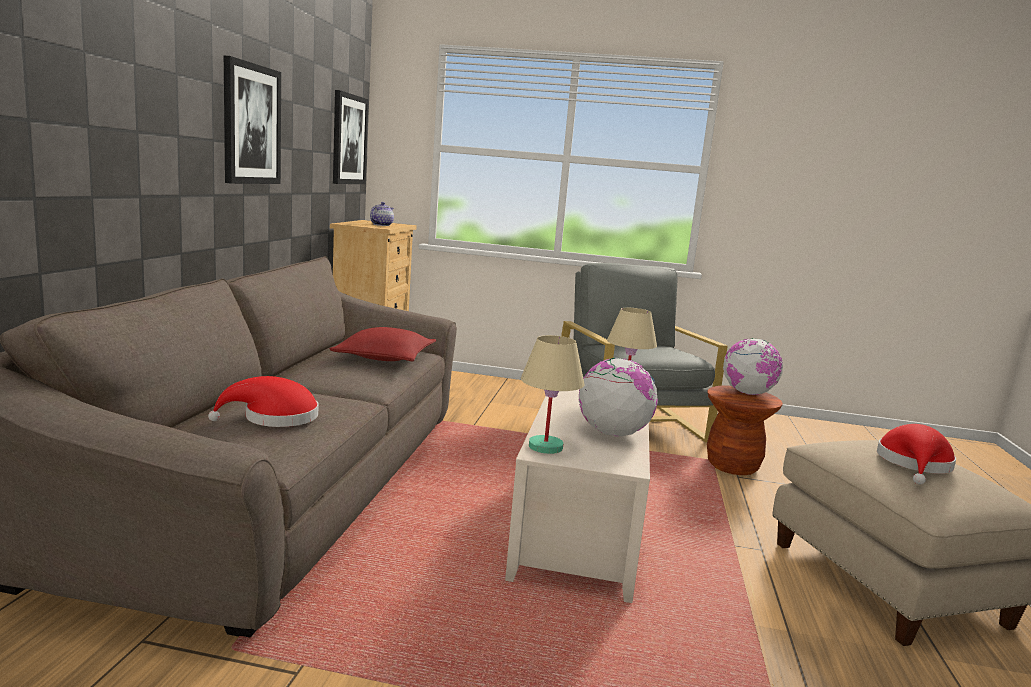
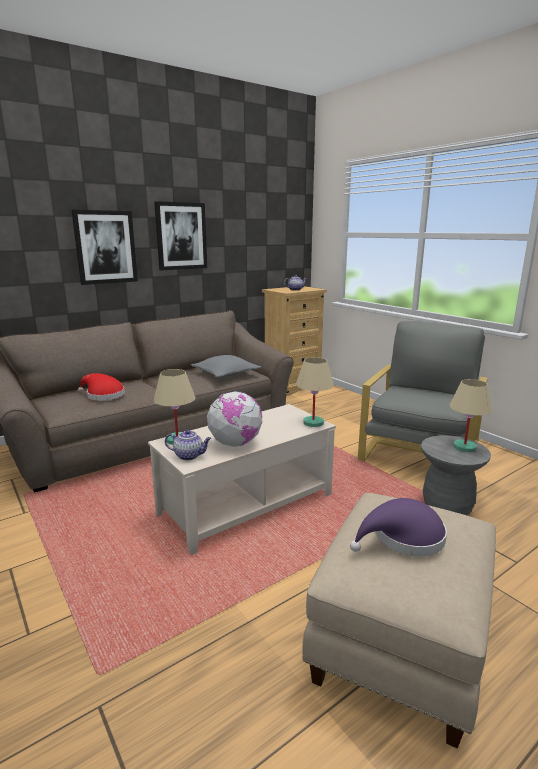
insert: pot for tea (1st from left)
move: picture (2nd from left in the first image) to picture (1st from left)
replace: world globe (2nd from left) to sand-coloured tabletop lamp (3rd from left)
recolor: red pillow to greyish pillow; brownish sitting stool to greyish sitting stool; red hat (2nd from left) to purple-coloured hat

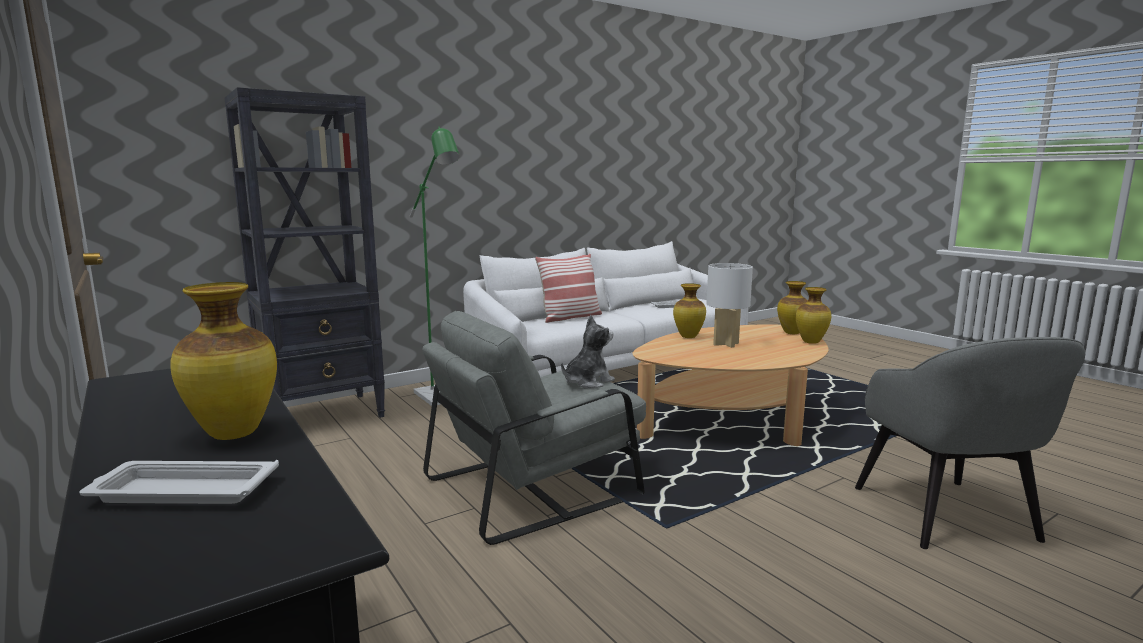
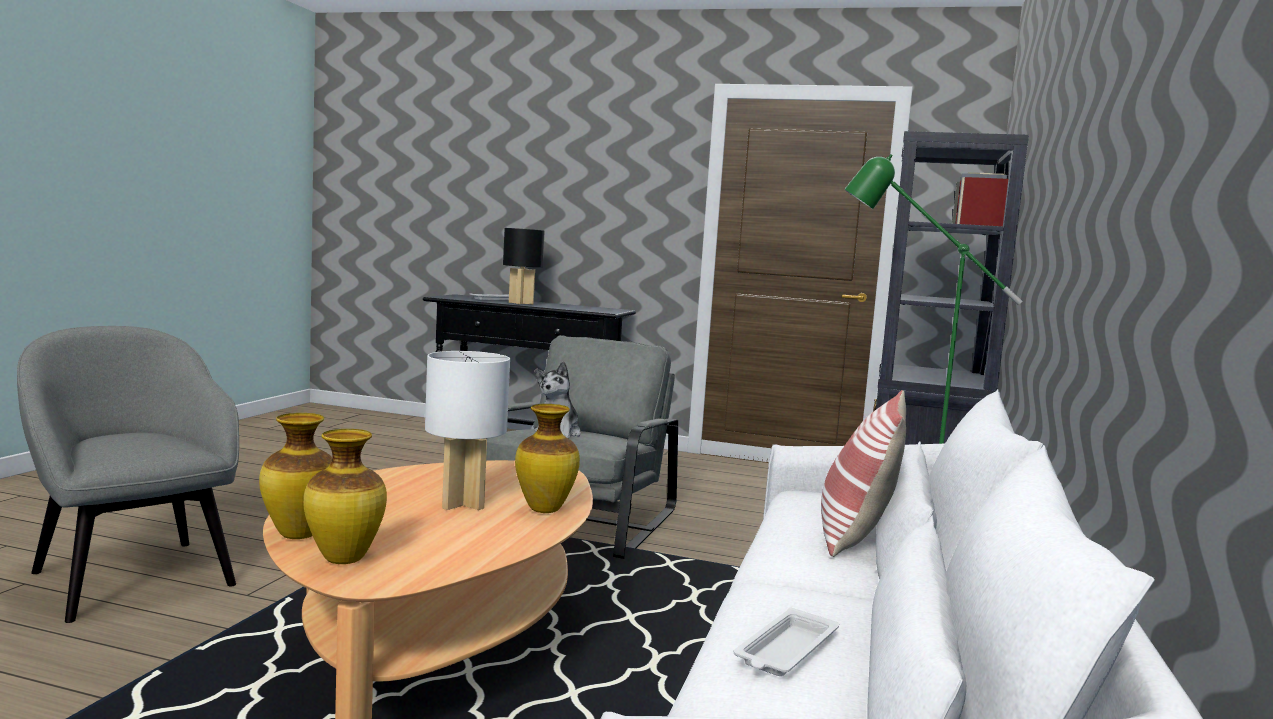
replace: vase (1st from left) to black-coloured tabletop lamp

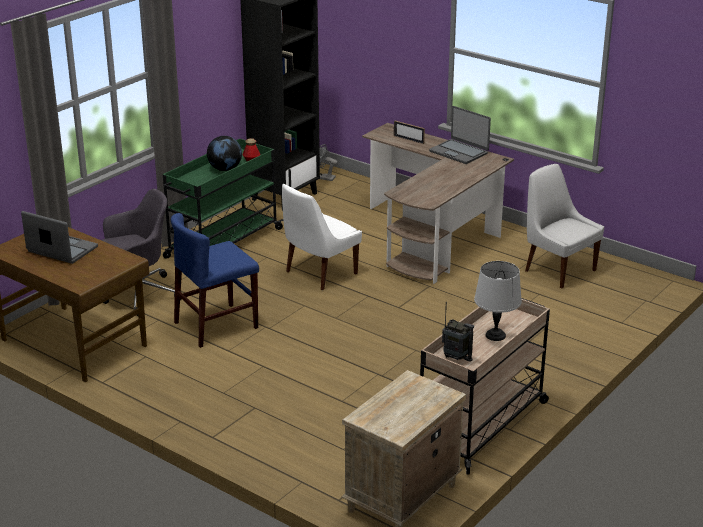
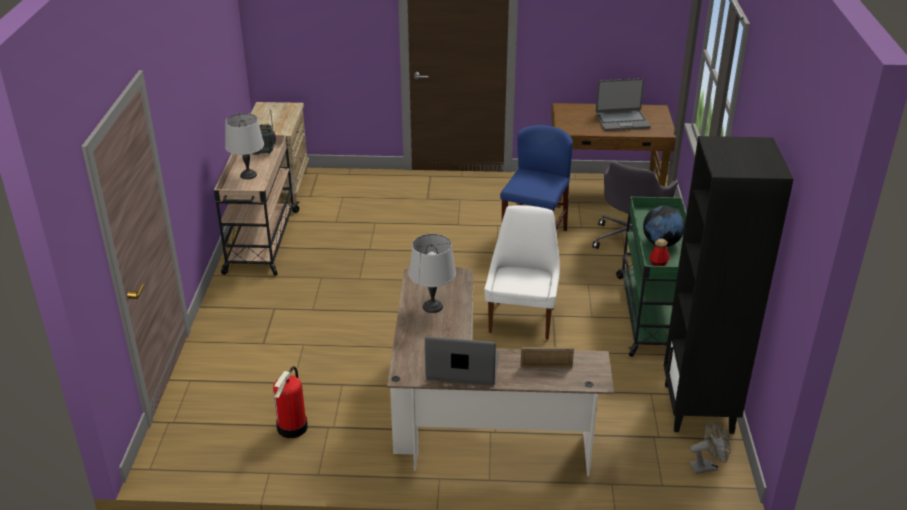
insert: greyish tabletop lamp (2nd from left)
replace: whitish upright chair (2nd from left) to fire extinguisher

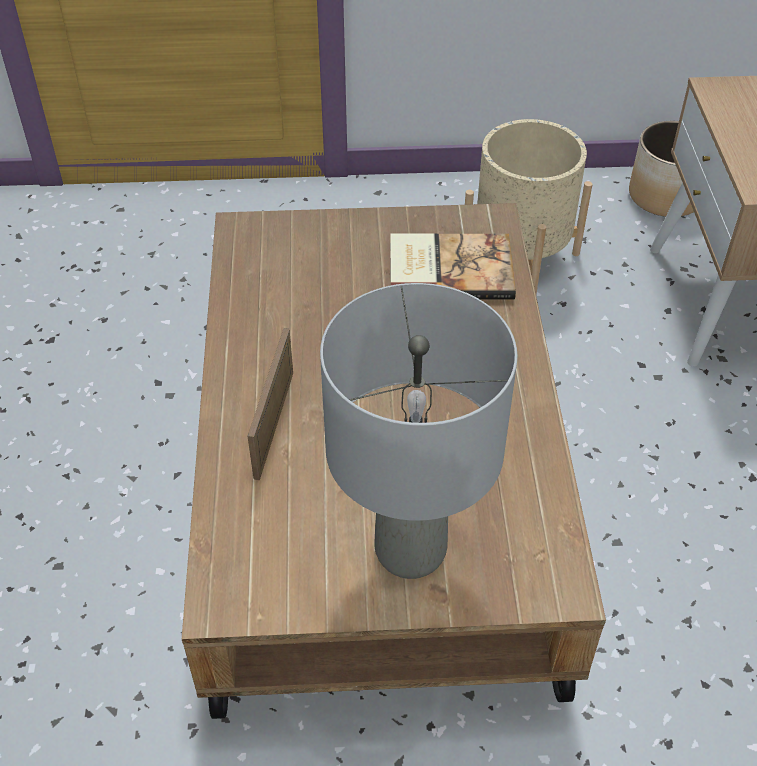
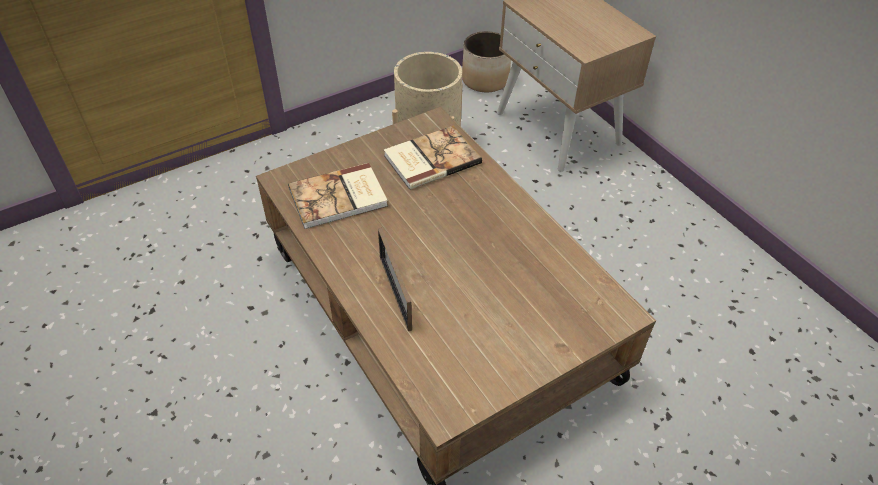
delete: greyish tabletop lamp
insert: bound book (1st from left)

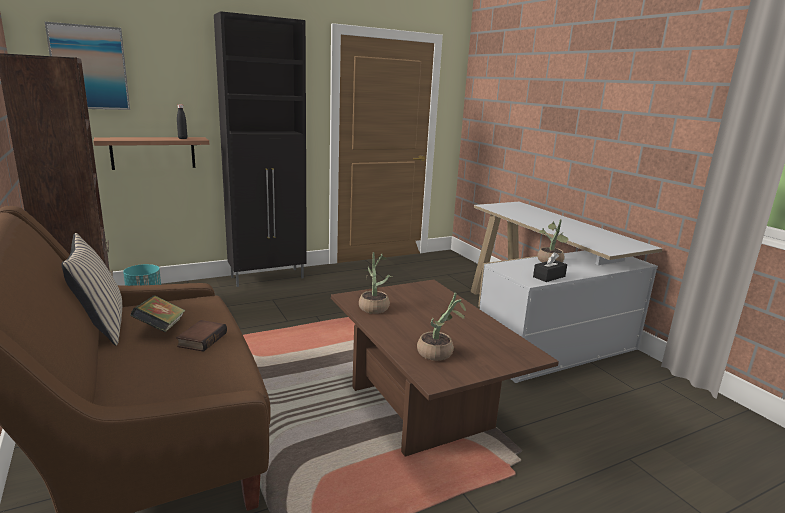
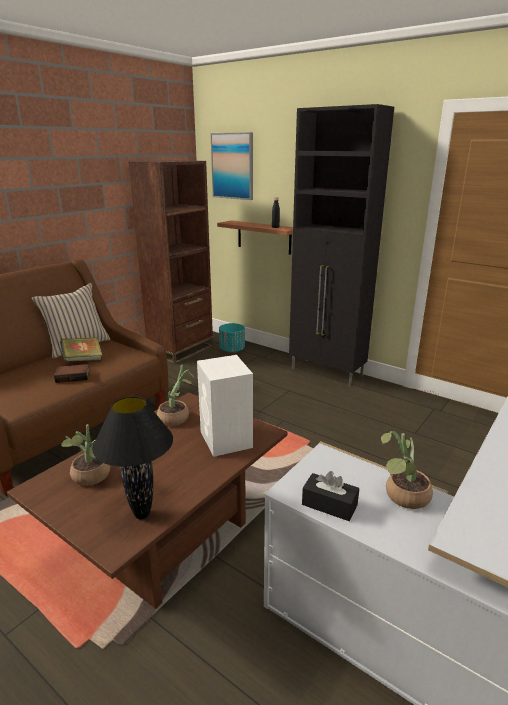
insert: black-coloured tabletop lamp; whitish loudspeaker

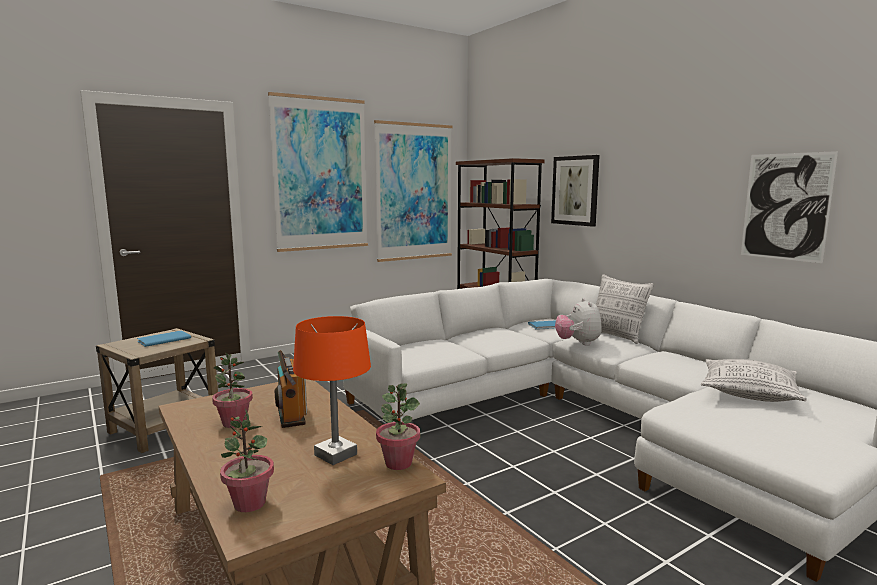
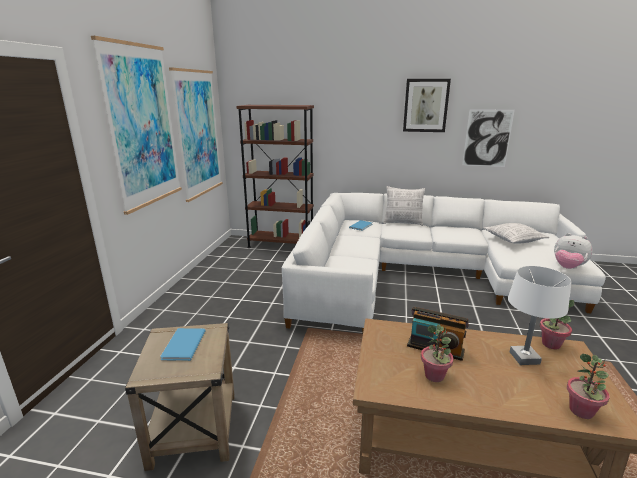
move: picture (3rd from left); cuddly toy
recolor: orange tabletop lamp to whitish tabletop lamp

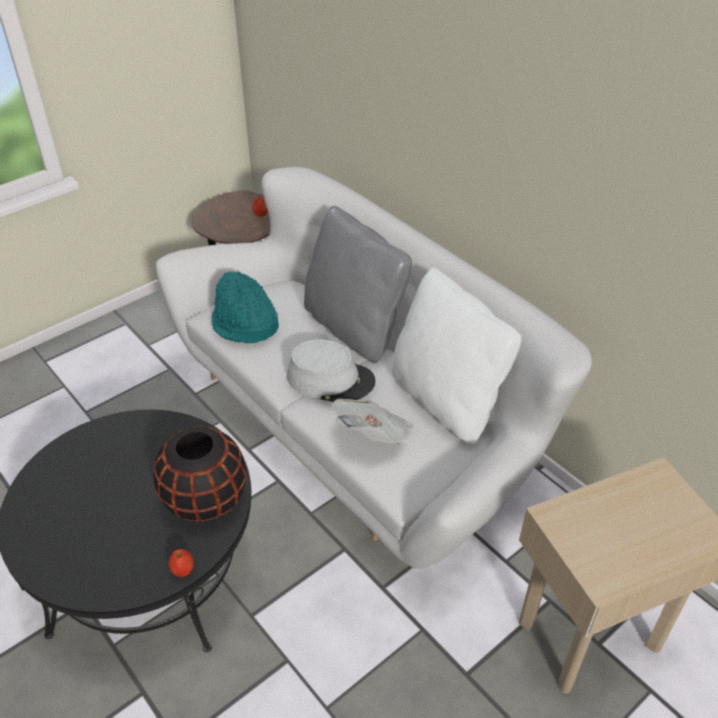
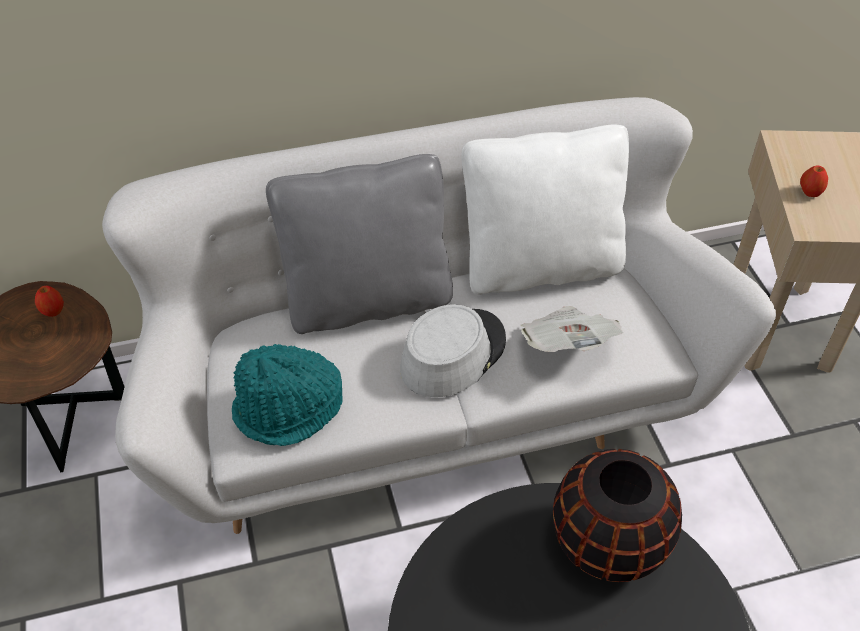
move: whole apple (1st from left in the first image) to whole apple (2nd from left)

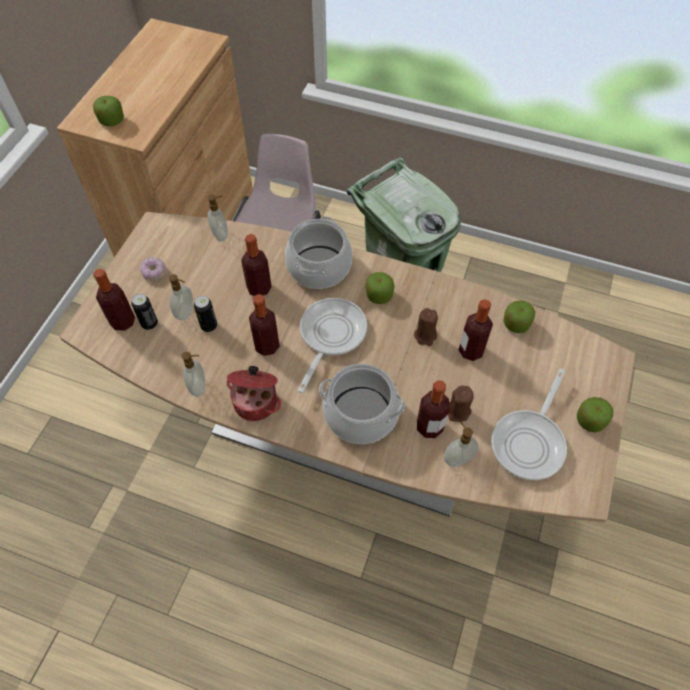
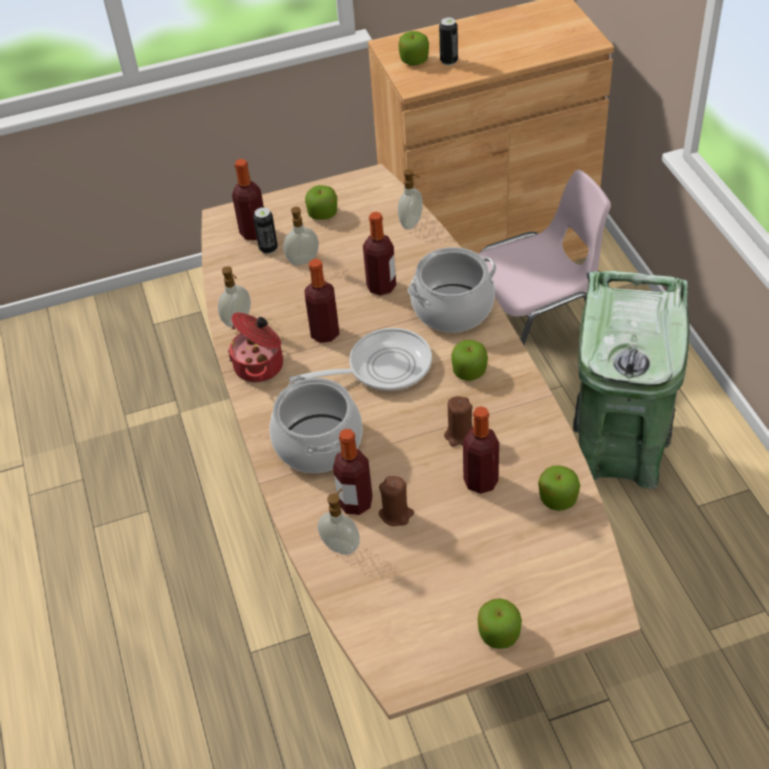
delete: frying pan (2nd from left)
move: can (2nd from left)
replace: doughnut to whole apple (1st from left)

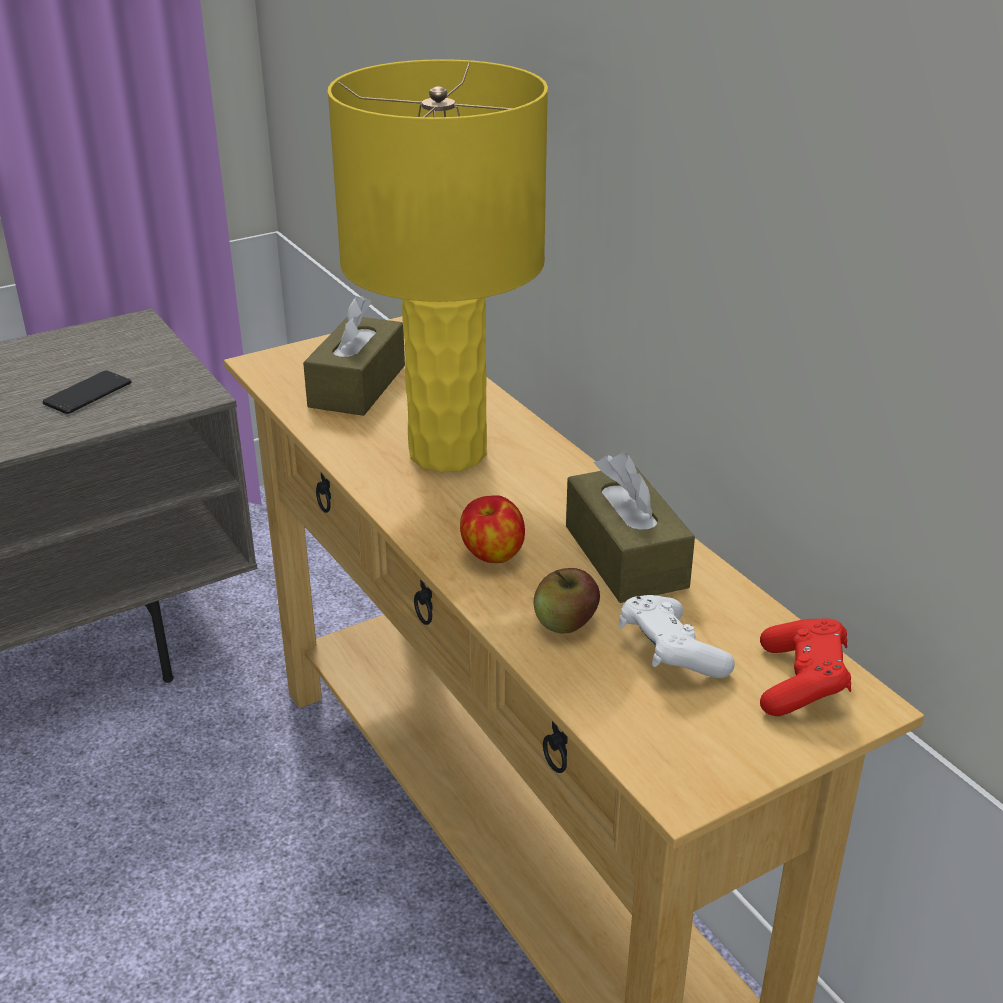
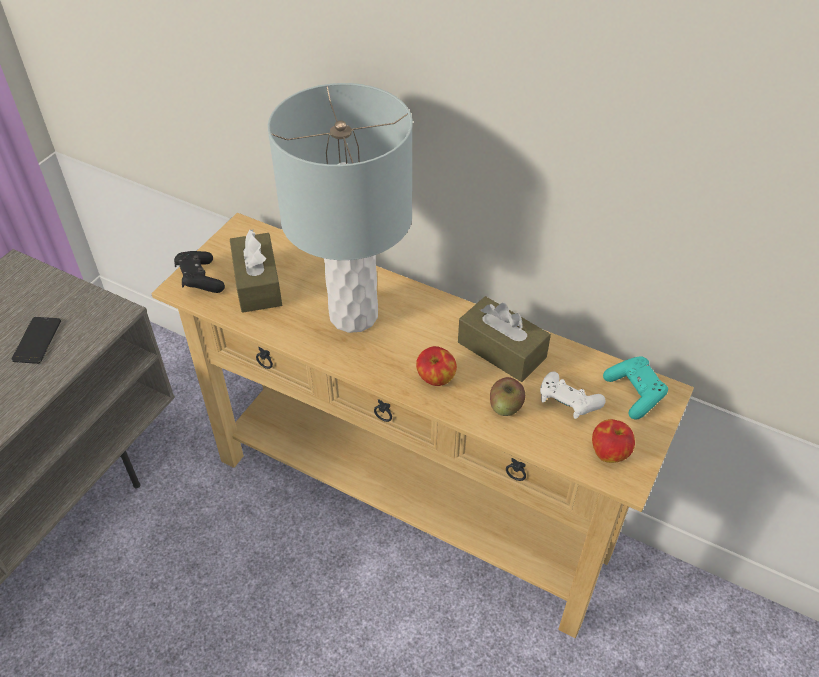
insert: black-coloured joypad; whole apple (3rd from left)
recolor: yellowish tabletop lamp to greyish tabletop lamp; red joypad to turquoise-coloured joypad

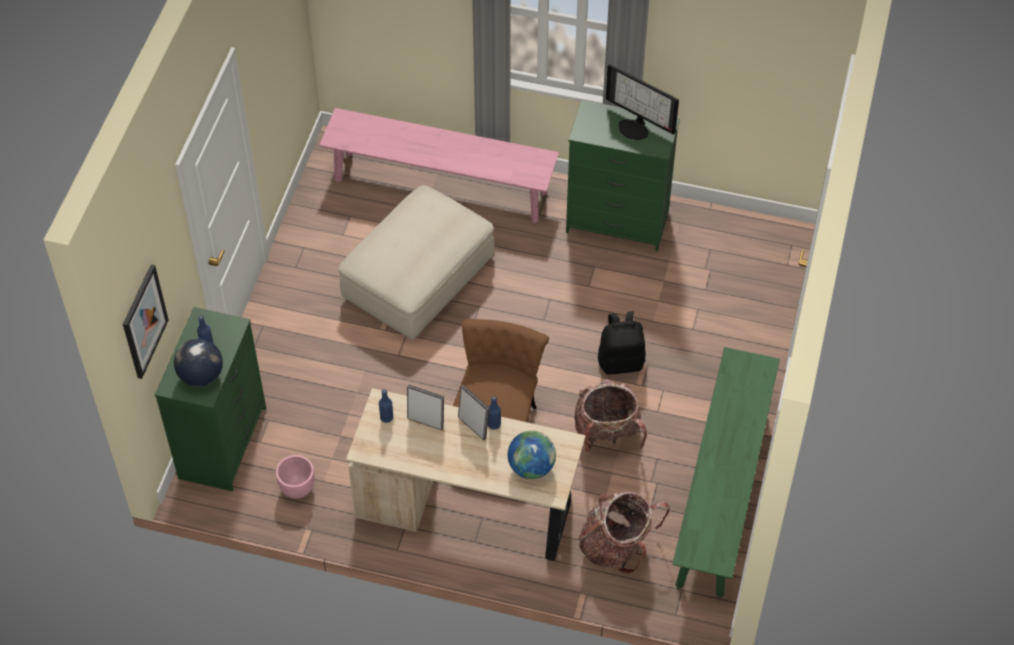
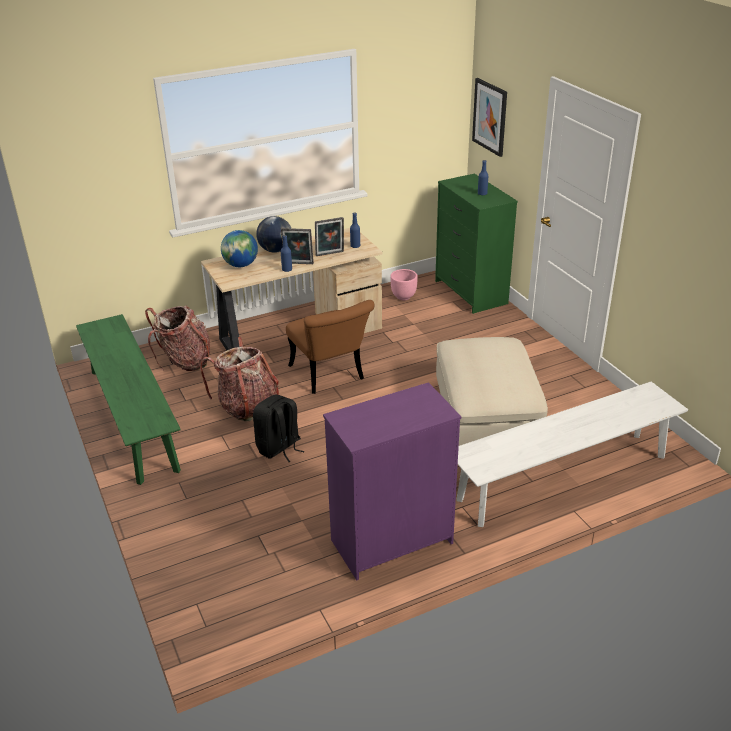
delete: monitor
move: world globe (1st from left in the first image) to world globe (2nd from left)
recolor: pink bench to whitish bench; greenish drawer chest (2nd from left) to purple-coloured drawer chest

